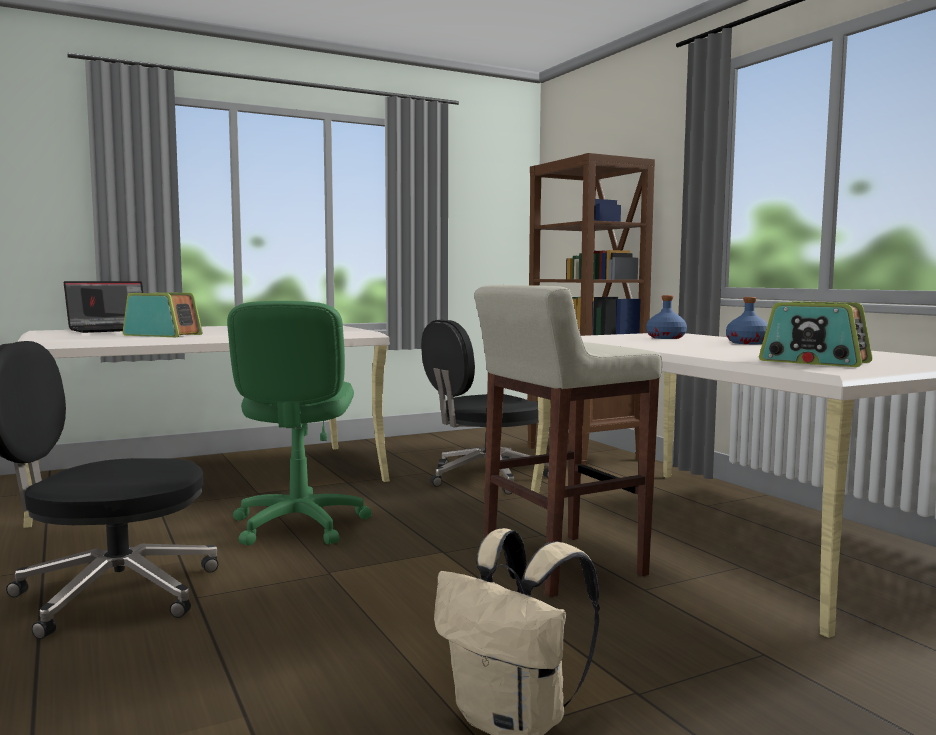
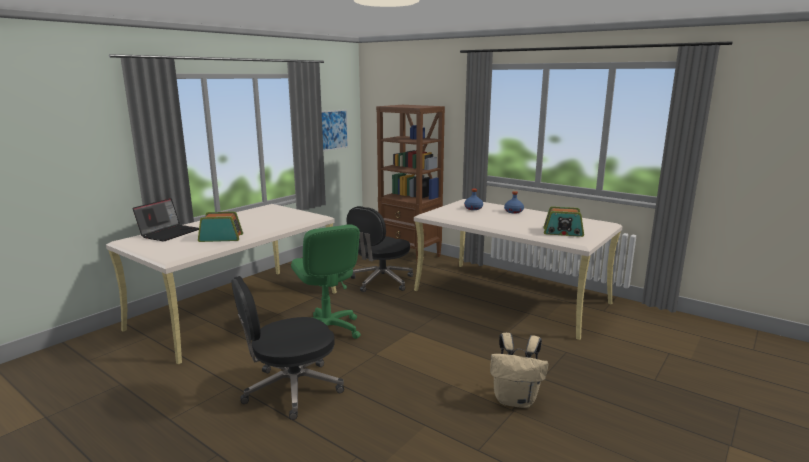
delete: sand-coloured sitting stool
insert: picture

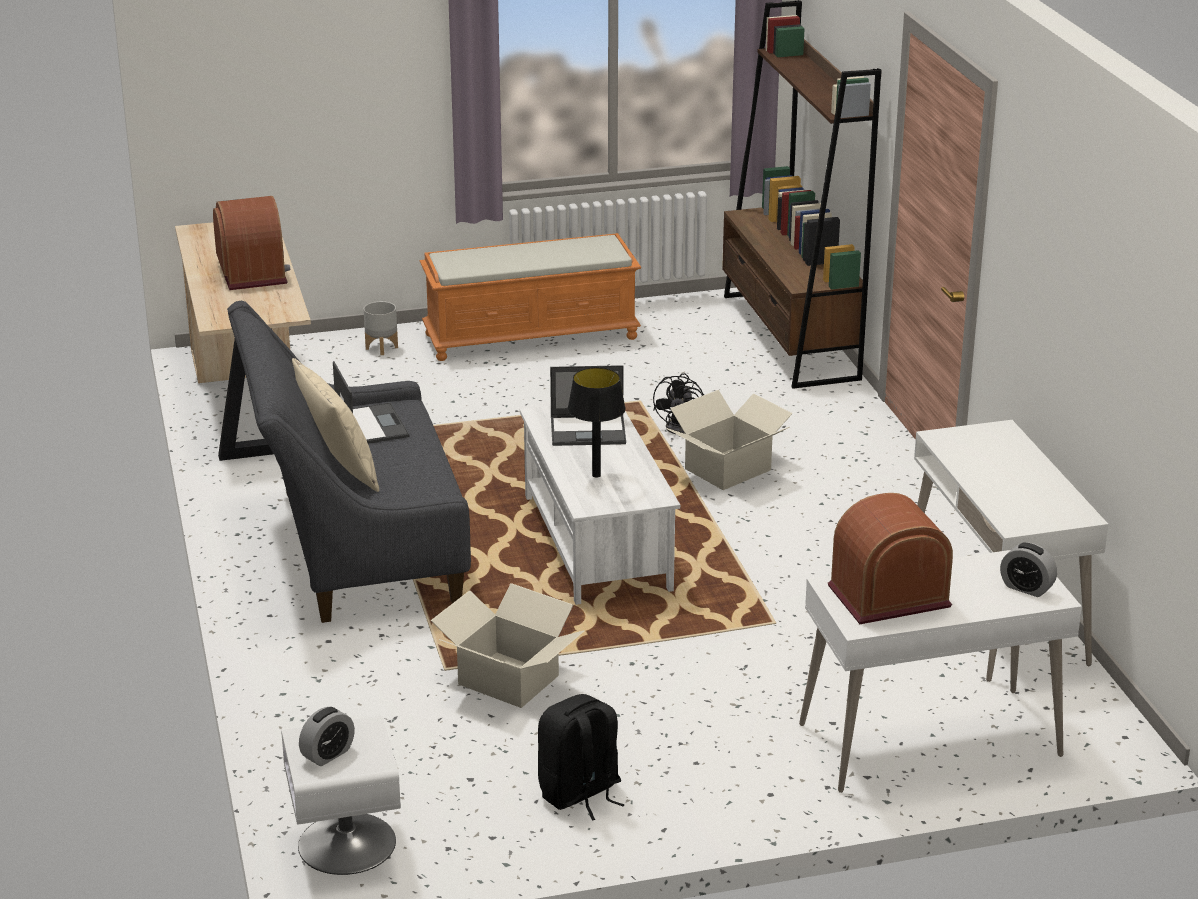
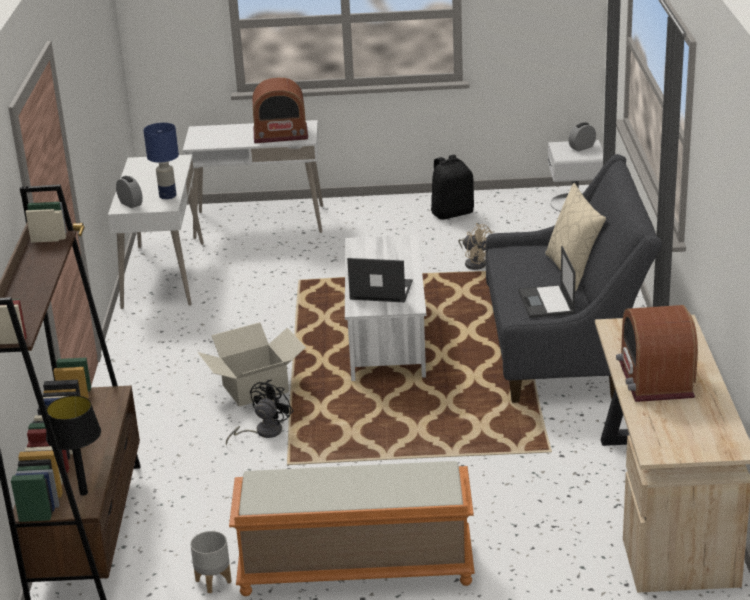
insert: bluish tabletop lamp
move: greyish flower pot; black-coloured tabletop lamp; bedside clock (2nd from left in the first image) to bedside clock (1st from left)
replace: packing box (1st from left) to sand-coloured cooling fan

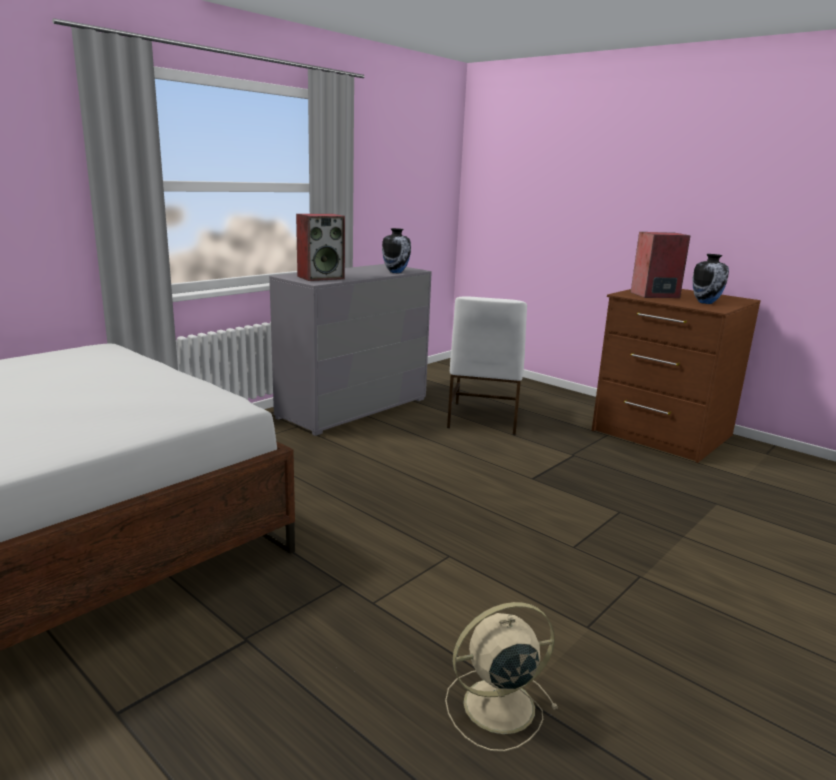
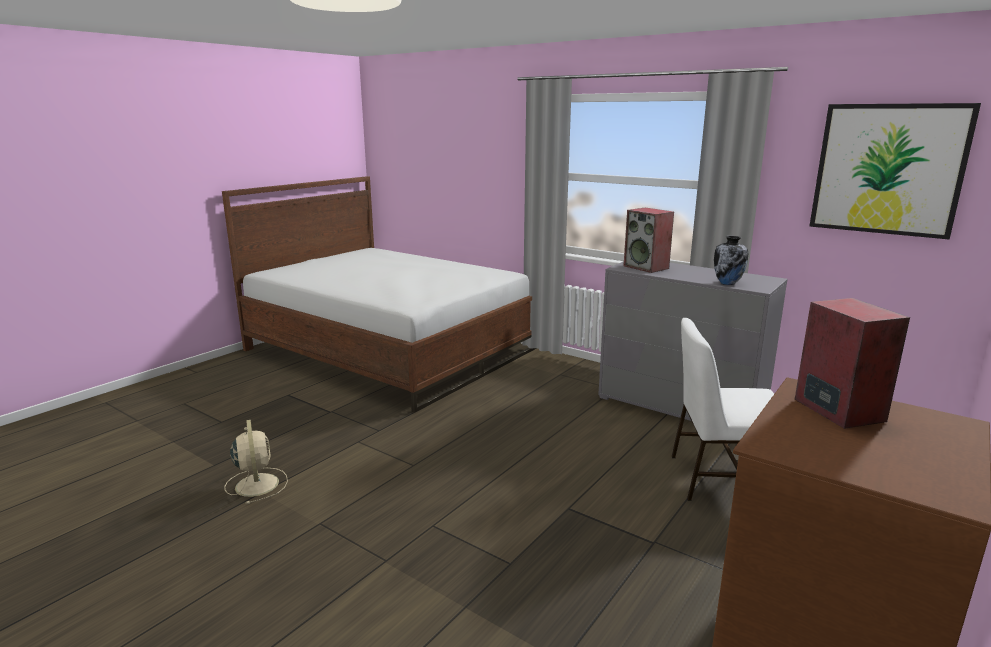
delete: vase (2nd from left)
insert: picture

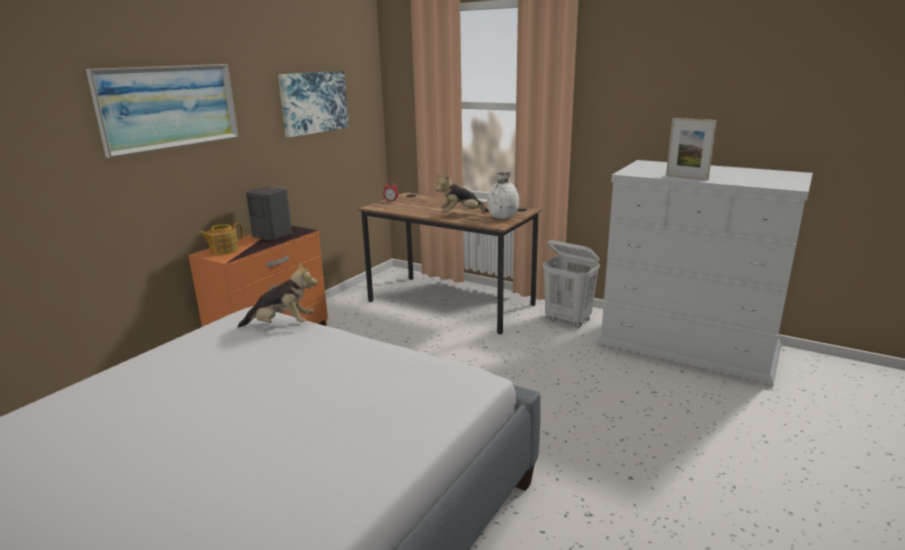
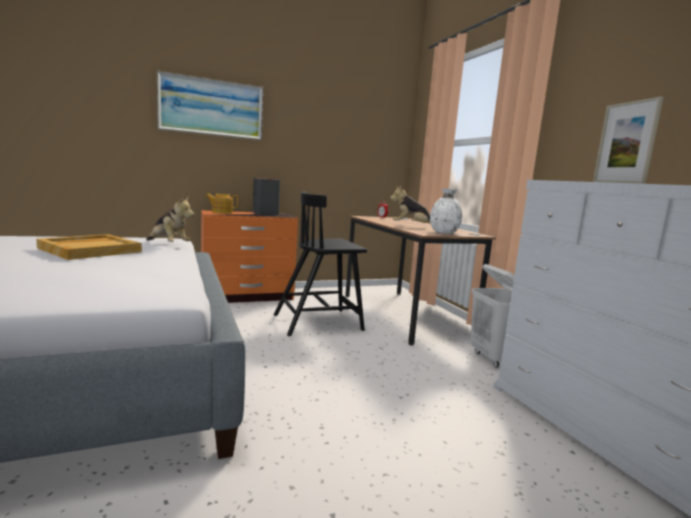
delete: picture (2nd from left)
insert: sand-coloured tray; black-coloured upright chair

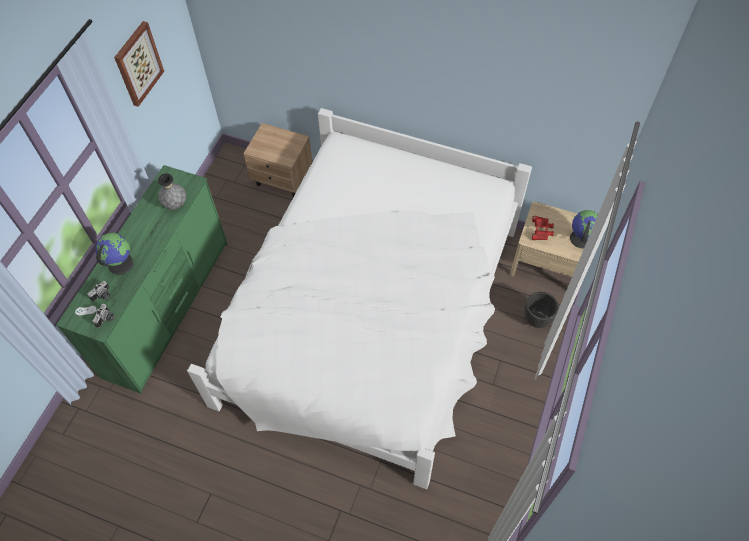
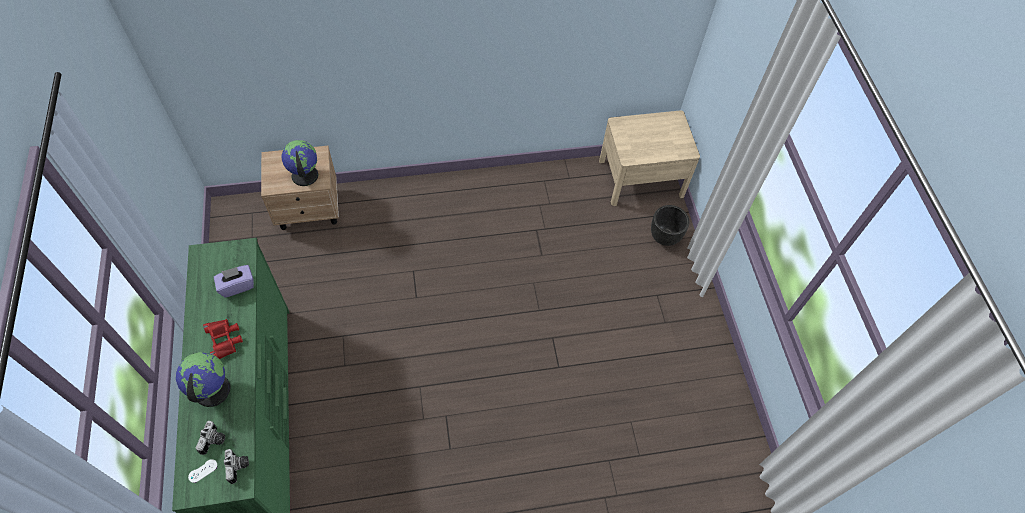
delete: picture; whitish bedroom bed
move: red binoculars; world globe (2nd from left)
replace: greyish vase to purple-coloured tissue holder

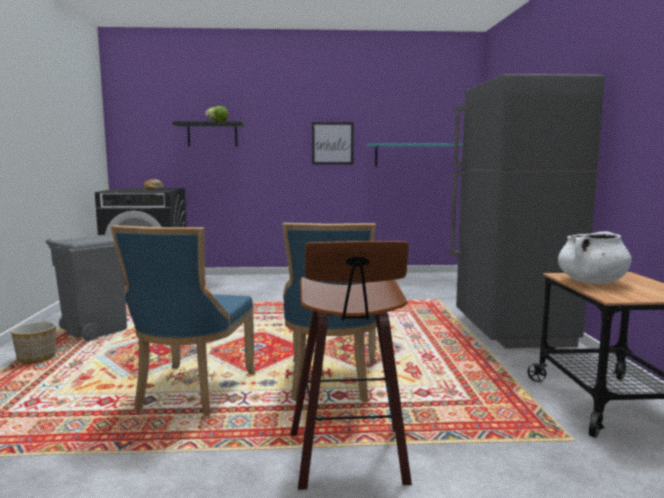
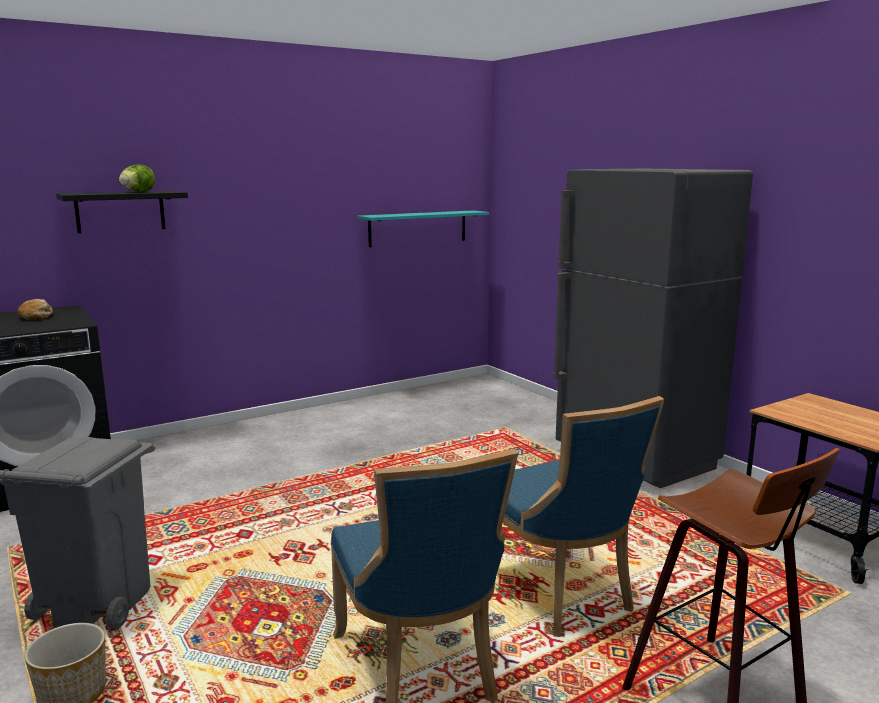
delete: picture; whitish cooking pot

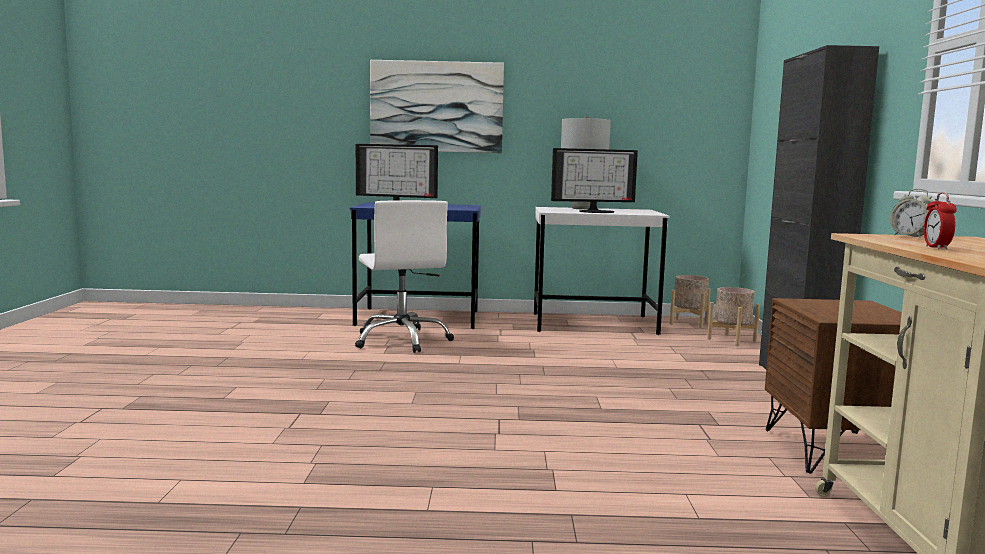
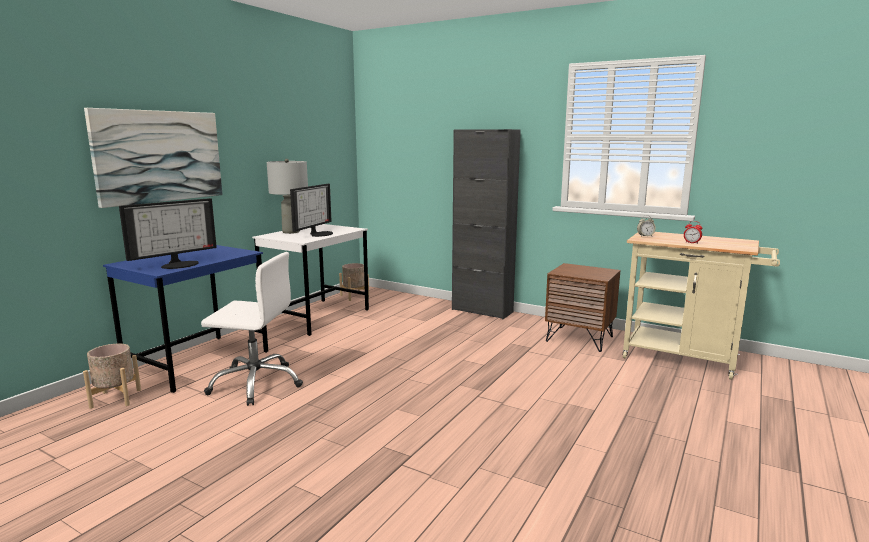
move: sand-coloured flower pot (2nd from left in the first image) to sand-coloured flower pot (1st from left)

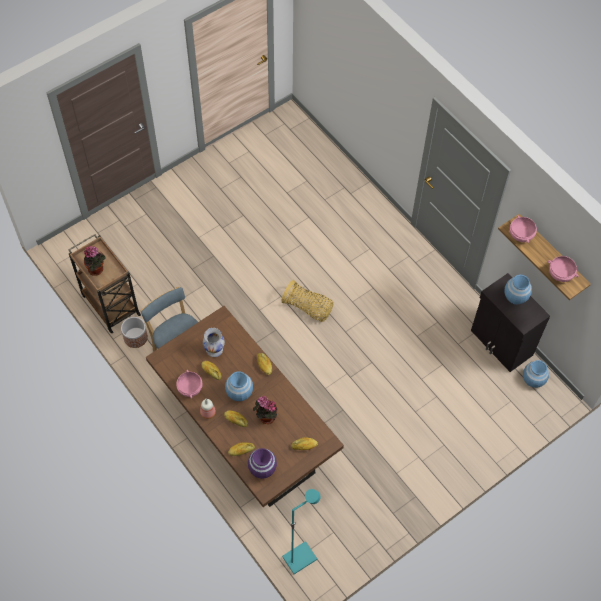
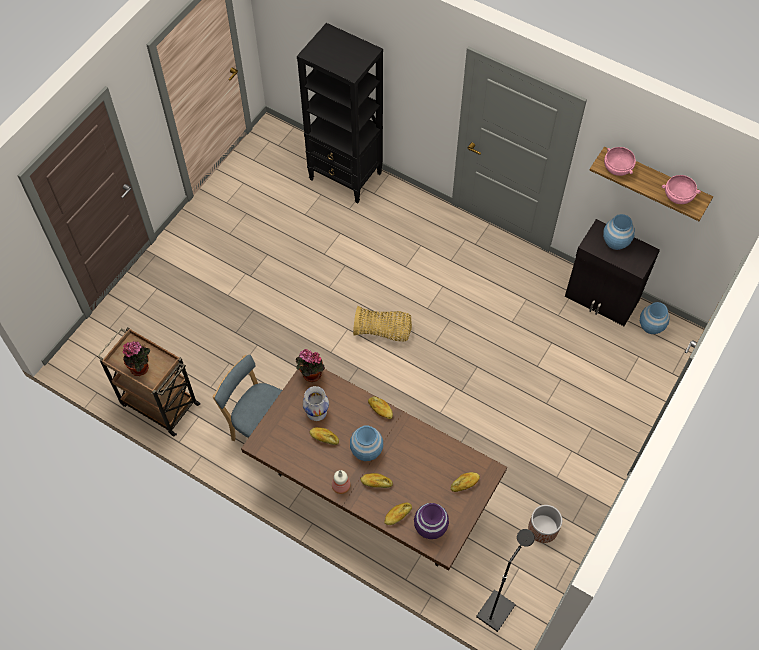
delete: pink bowl (1st from left)
insert: black-coloured bookshelf
move: flower pot; potted plant (2nd from left)
recolor: turquoise-coloured standing lamp to black-coloured standing lamp

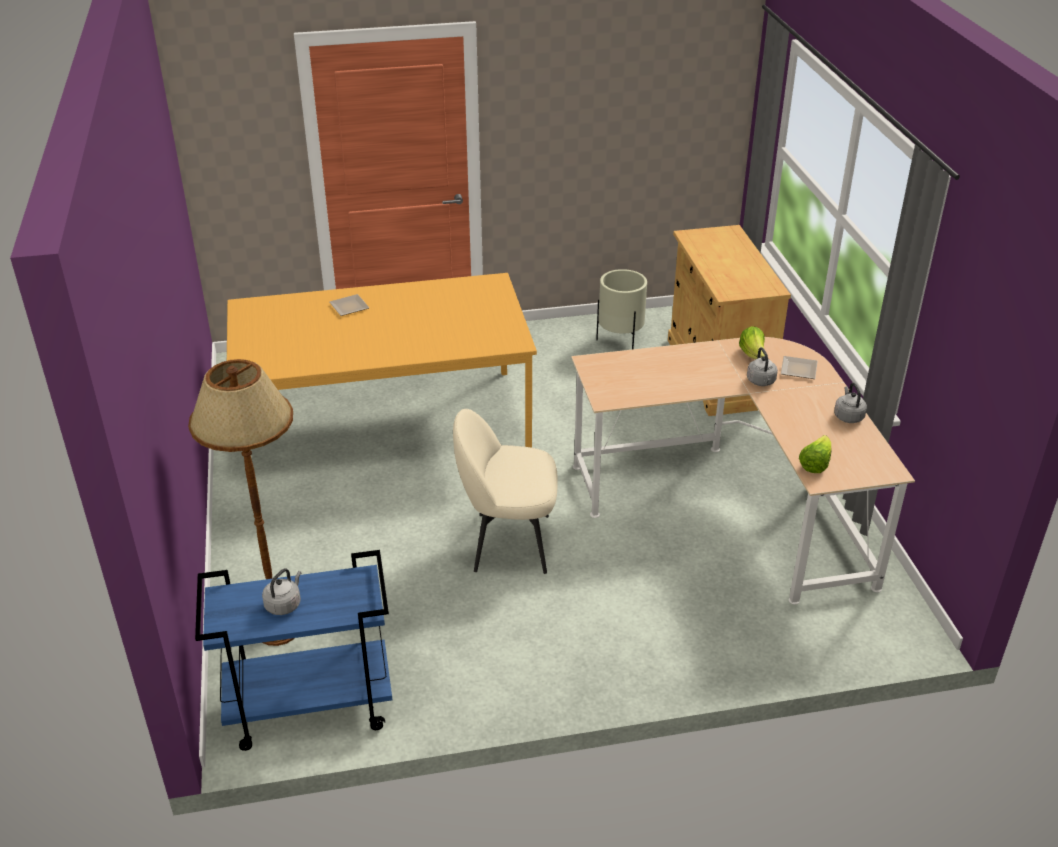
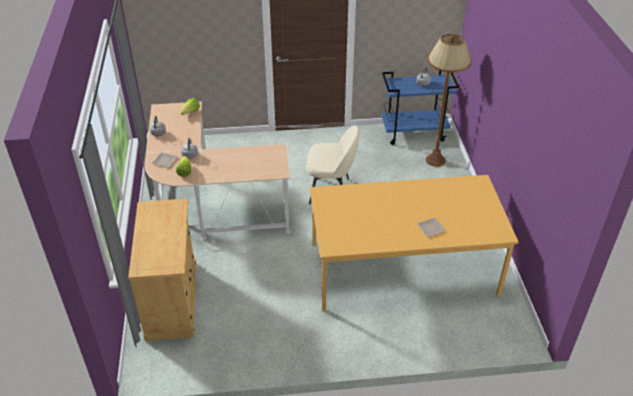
delete: sand-coloured flower pot

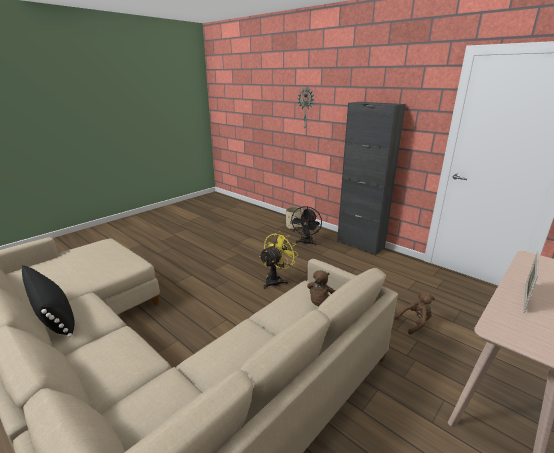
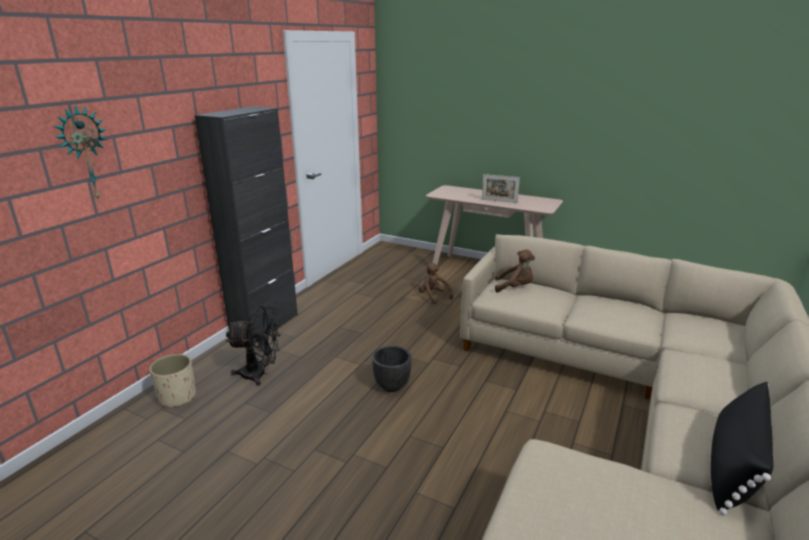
replace: yellowish cooling fan to black-coloured flower pot

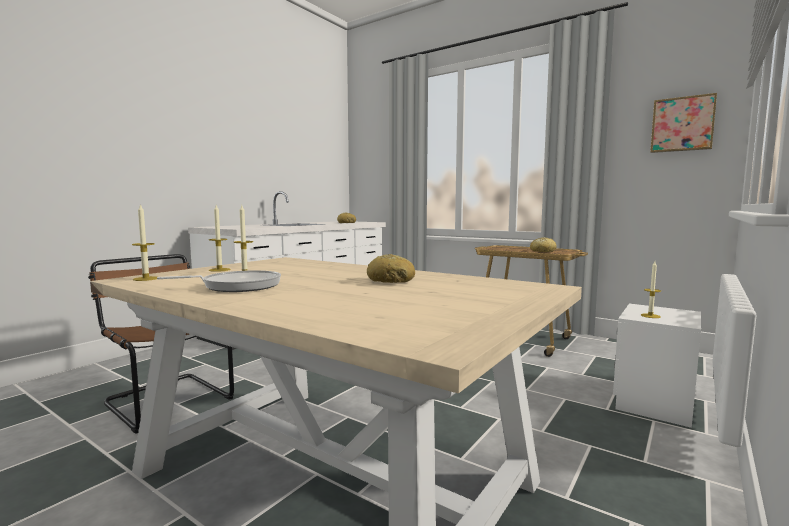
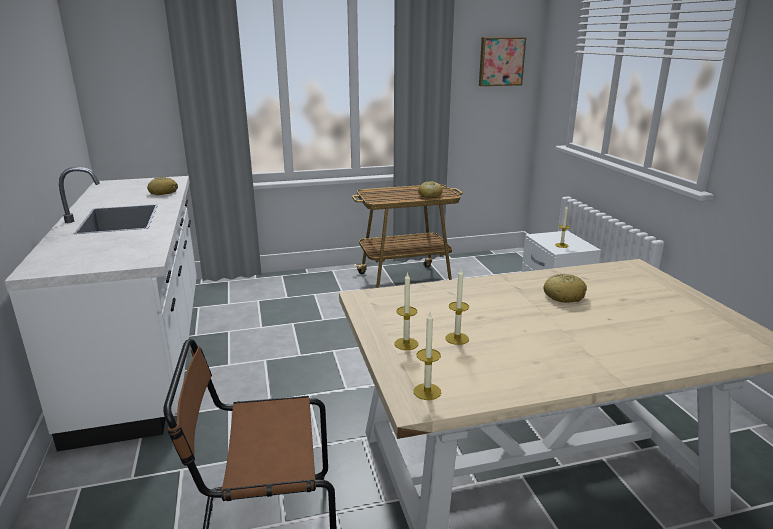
delete: frying pan

